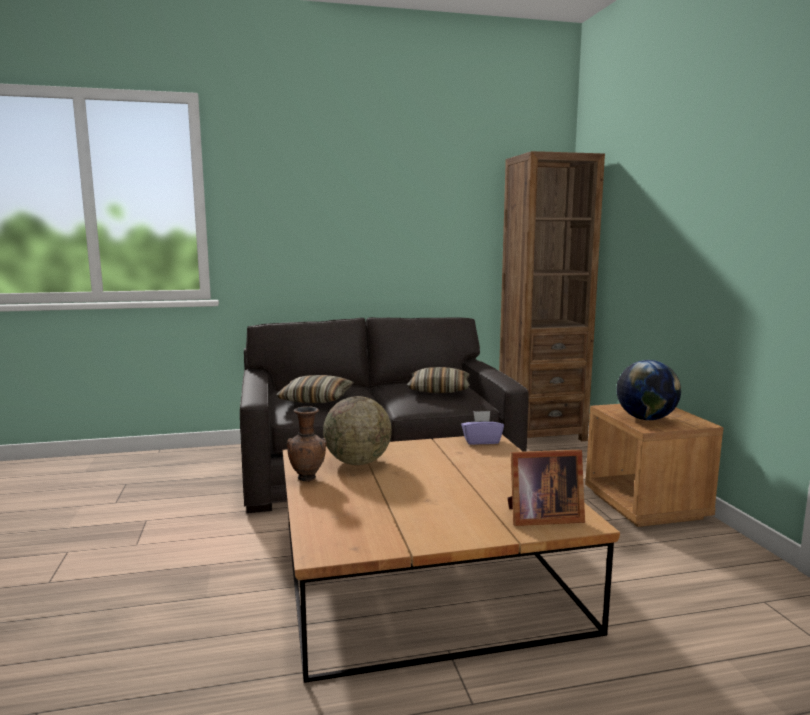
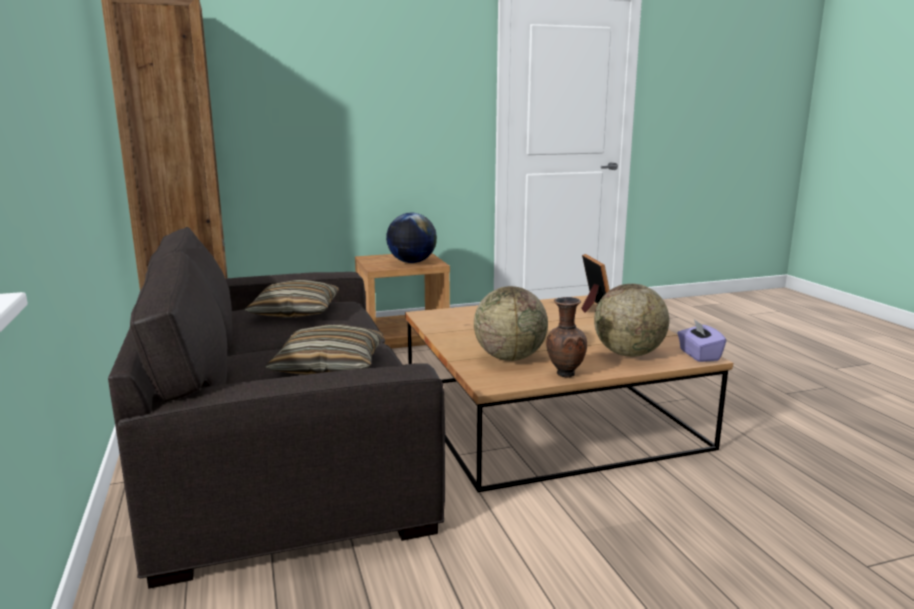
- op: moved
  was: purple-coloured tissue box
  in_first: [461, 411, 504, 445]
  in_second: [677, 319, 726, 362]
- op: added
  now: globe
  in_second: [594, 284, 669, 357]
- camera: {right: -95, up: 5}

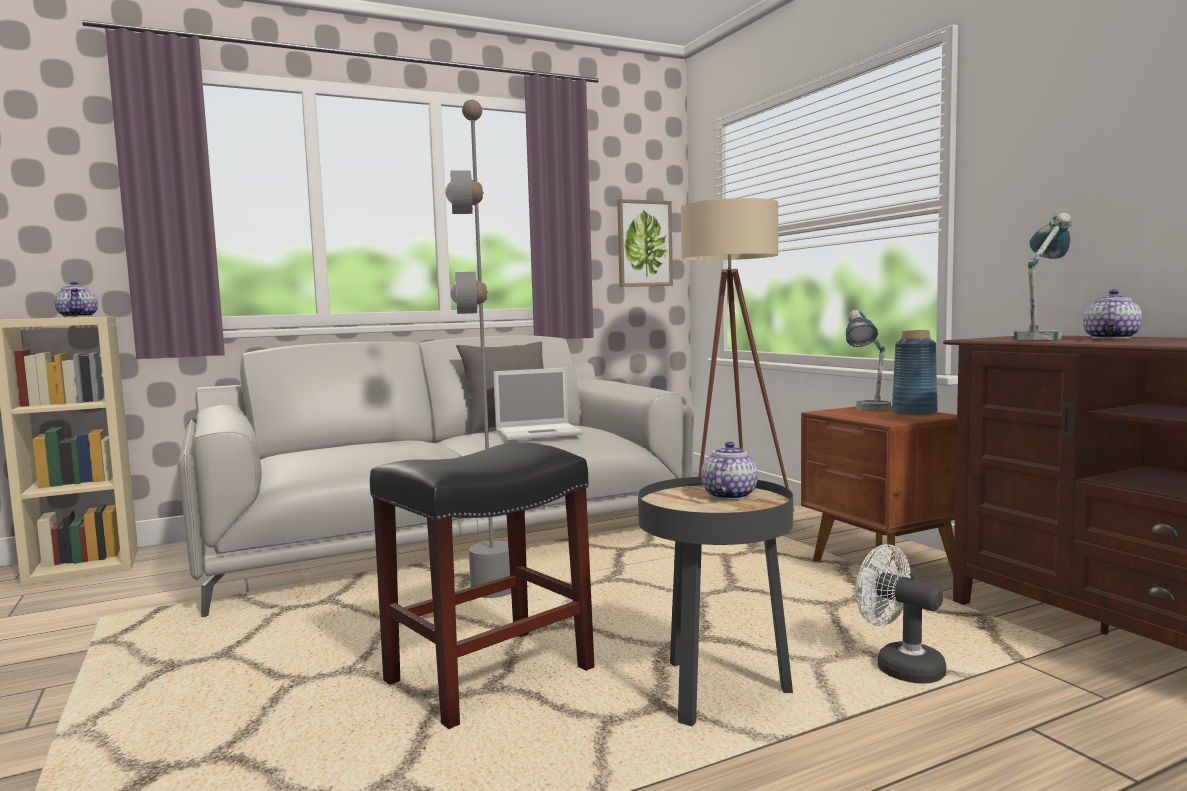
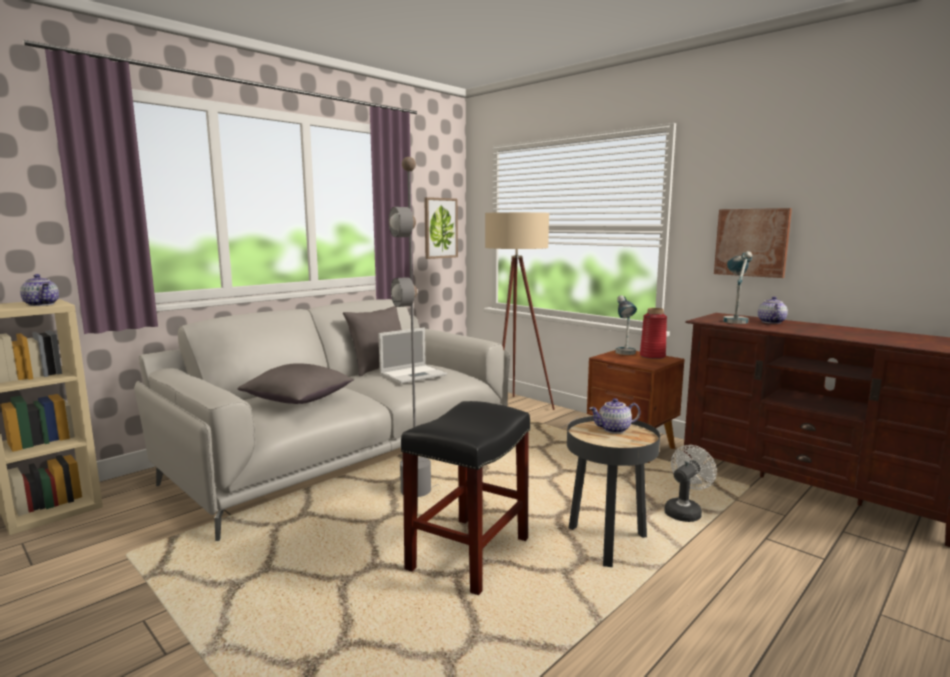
- op: recoloured
  was: blue vase
  now: reddish vase
  in_first: [892, 330, 938, 415]
  in_second: [640, 308, 667, 359]
- op: turned
  was: tea pot
  in_first: [701, 442, 758, 500]
  in_second: [589, 398, 640, 433]
  clockwise: -105
- op: turned
  was: white-coloured cooling fan
  in_first: [856, 544, 946, 684]
  in_second: [664, 445, 717, 522]
  clockwise: 105
- op: added
  now: wall picture
  in_second: [714, 208, 792, 278]
- op: added
  now: grey cushion
  in_second: [237, 363, 354, 404]
- camera: {right: -20, up: 5}

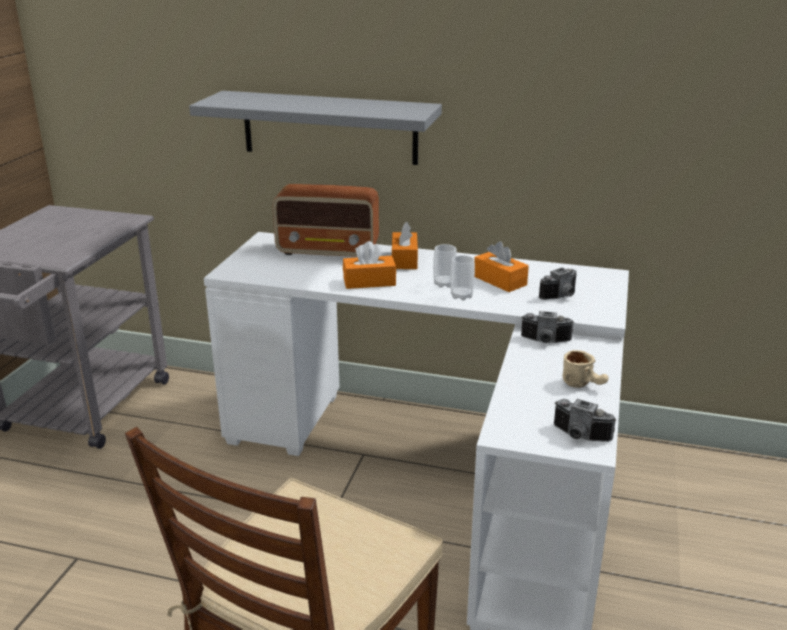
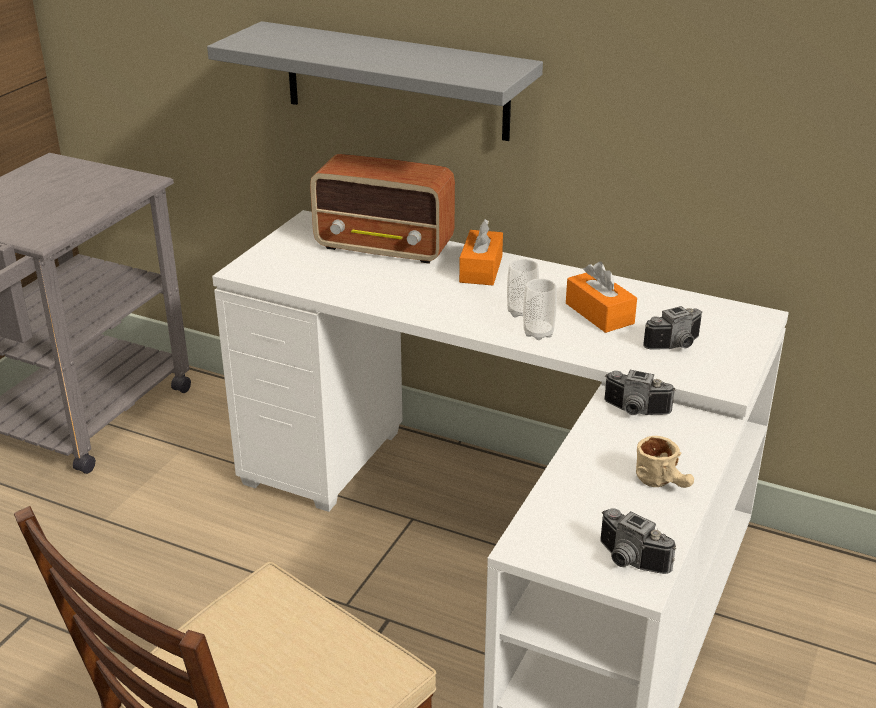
- op: removed
  was: orangey tissue box
  in_first: [343, 241, 396, 289]
- camera: {right: 10, up: 5}

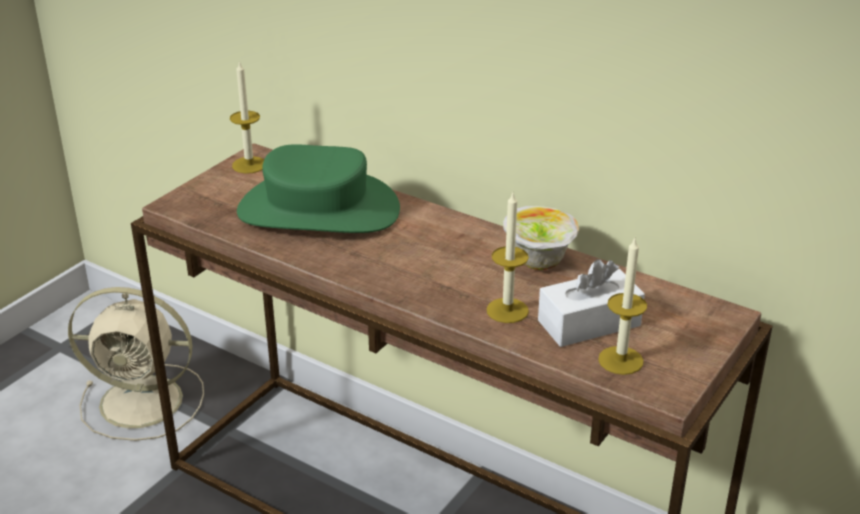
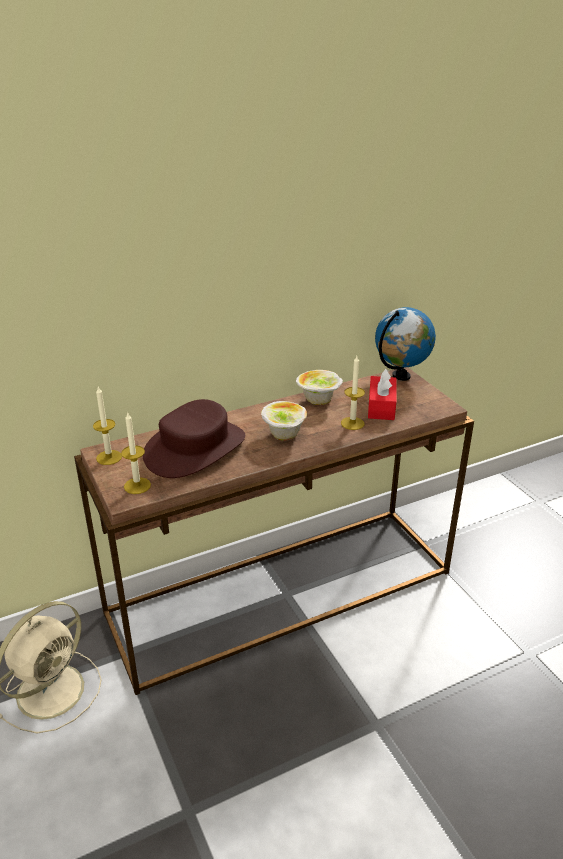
- op: recoloured
  was: green wearable hat
  now: brown-coloured wearable hat
  in_first: [237, 144, 400, 233]
  in_second: [143, 399, 245, 478]
- op: moved
  was: wax light
  in_first: [598, 236, 647, 375]
  in_second: [121, 413, 151, 494]
- op: recoloured
  was: white-coloured tissue box
  now: reddish tissue box
  in_first: [538, 259, 645, 347]
  in_second: [368, 369, 397, 420]
- op: added
  now: globe
  in_second: [375, 307, 436, 381]
- op: added
  now: serving bowl
  in_second: [261, 401, 307, 441]
- camera: {right: -60, up: 0}

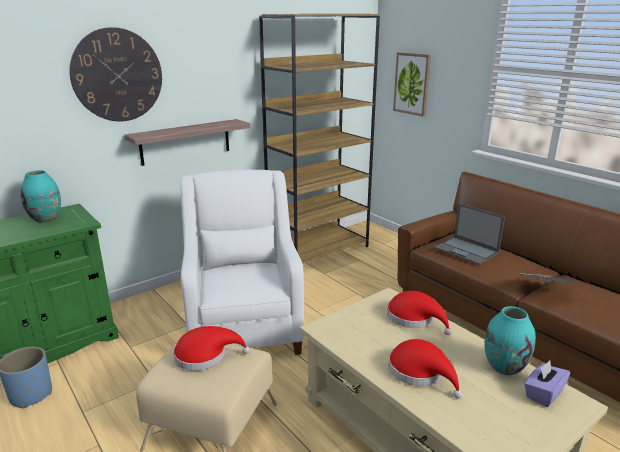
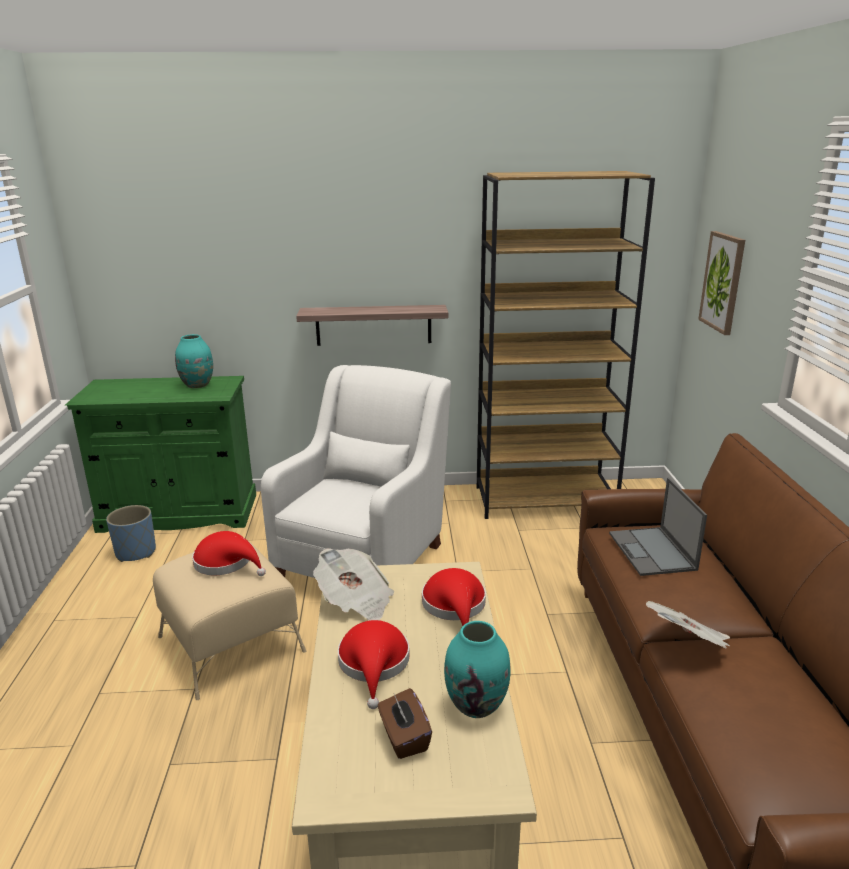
- op: removed
  was: wall clock
  in_first: [69, 27, 162, 122]
- op: removed
  was: purple-coloured tissue box
  in_first: [524, 360, 570, 407]
- op: added
  now: printed paper
  in_second: [313, 548, 394, 620]
- op: added
  now: brown-coloured tissue box
  in_second: [378, 688, 432, 759]
- camera: {right: 35, up: 0}

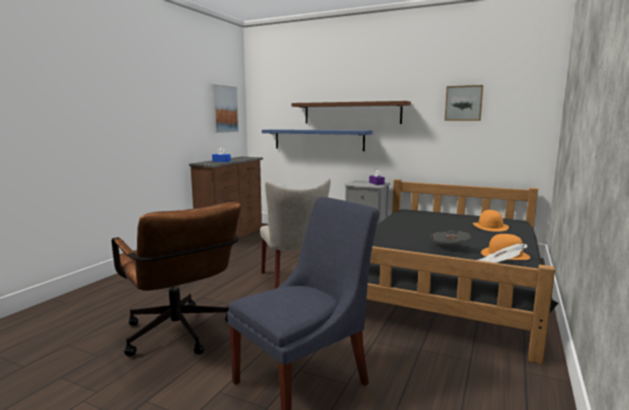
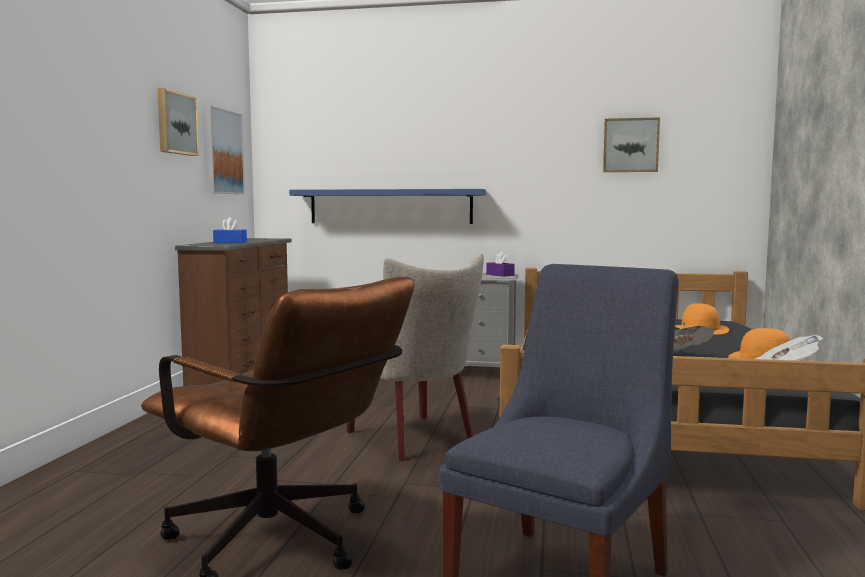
- op: removed
  was: brown-coloured bracket shelf
  in_first: [291, 101, 411, 124]
- op: added
  now: wall picture
  in_second: [157, 88, 199, 156]
- camera: {right: -15, up: -5}

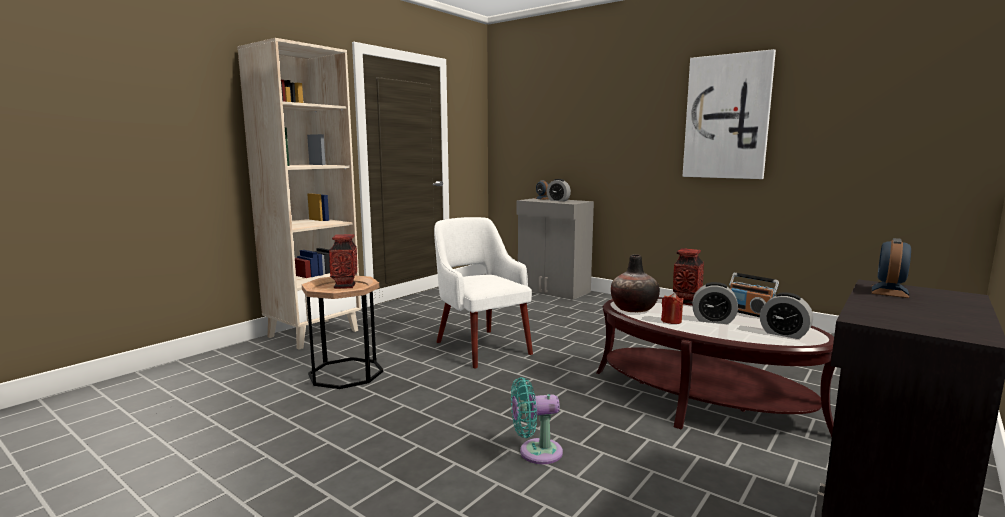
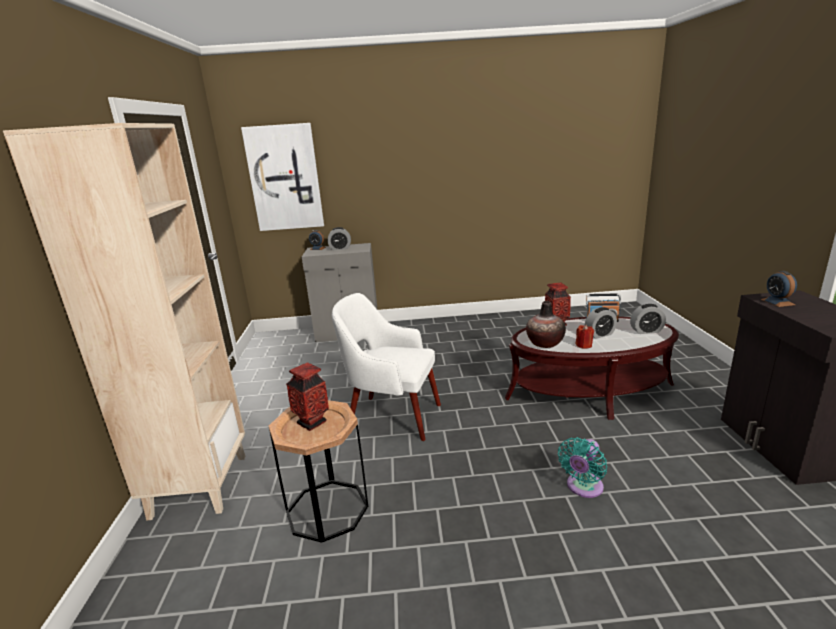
- op: moved
  was: wall picture
  in_first: [682, 49, 776, 179]
  in_second: [241, 123, 324, 231]
- camera: {right: -40, up: 10}

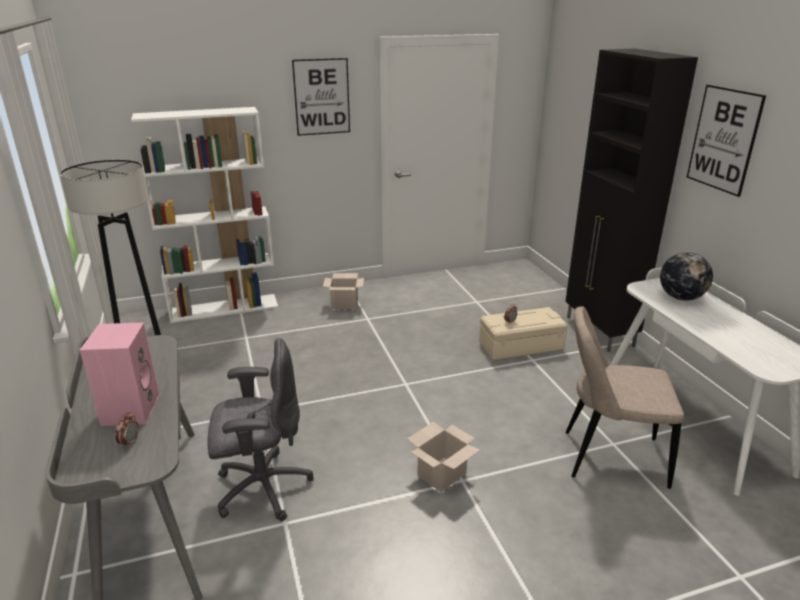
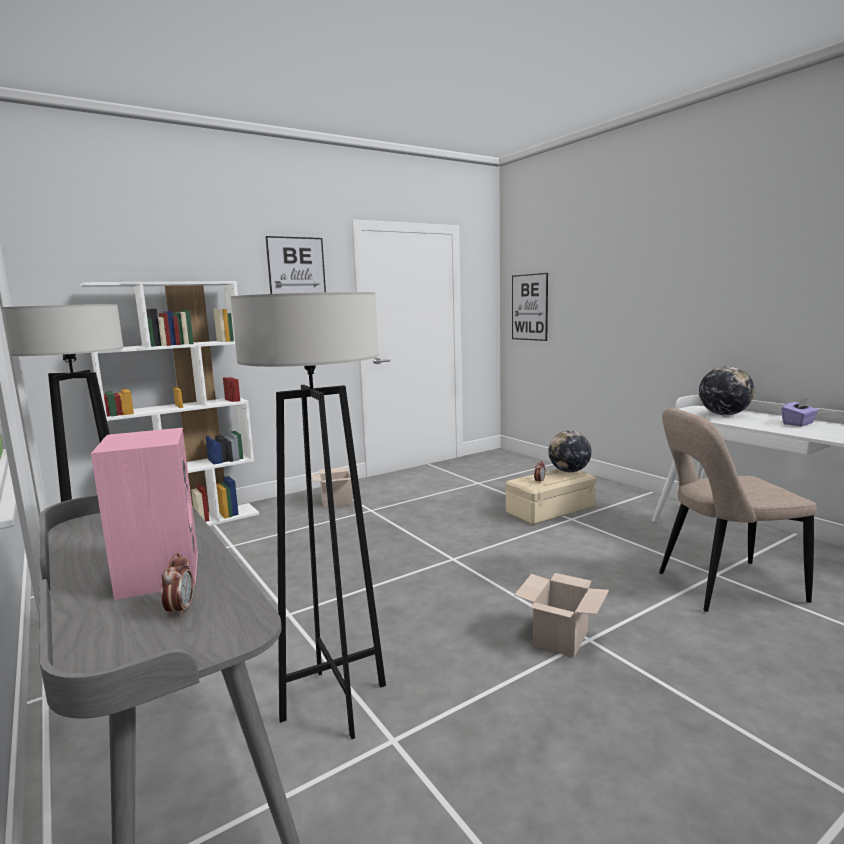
- op: removed
  was: blackish cupboard
  in_first: [565, 48, 698, 352]
- op: moved
  was: wall picture
  in_first: [687, 85, 766, 197]
  in_second: [512, 273, 548, 341]
- op: replaced
  was: grey computer chair
  now: blackish standing lamp
  in_first: [208, 338, 313, 521]
  in_second: [231, 292, 386, 739]
- op: added
  now: purple-coloured tissue box
  in_second: [782, 398, 819, 427]
- op: added
  now: globe
  in_second: [548, 430, 591, 472]
- camera: {right: -15, up: -15}

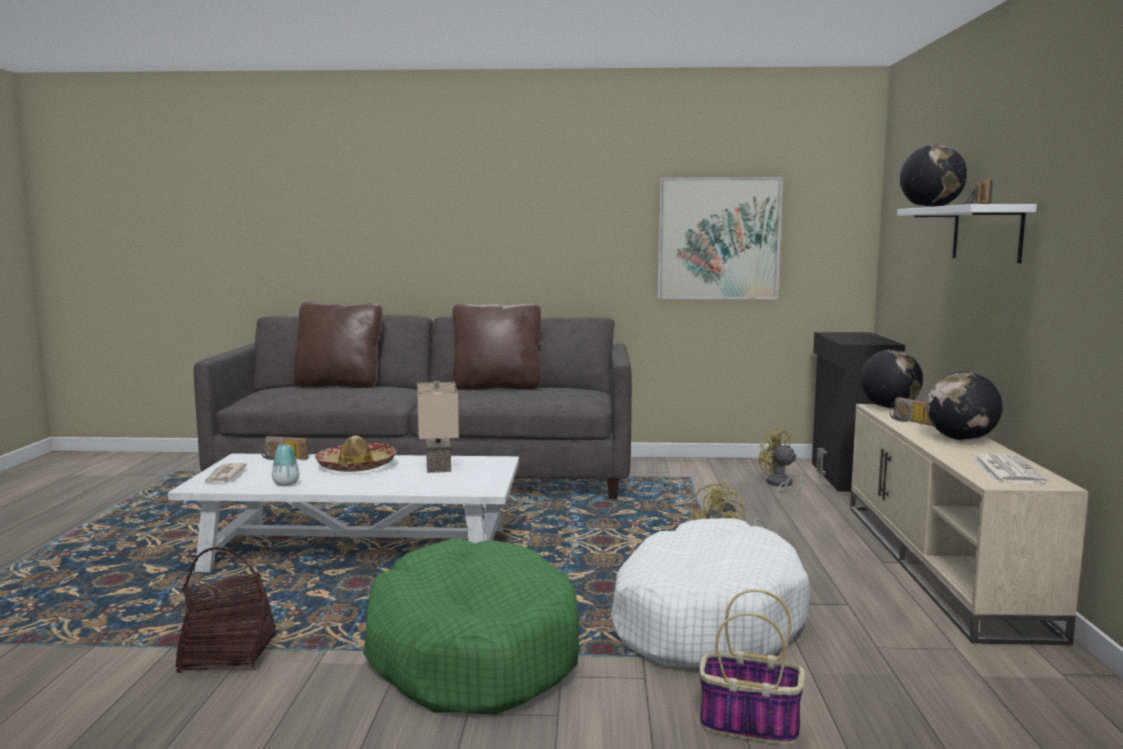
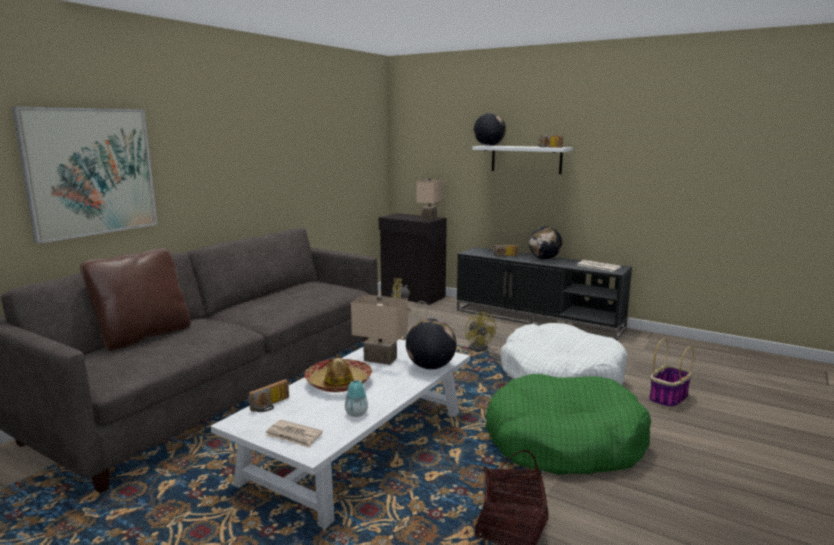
- op: moved
  was: wall picture
  in_first: [657, 177, 783, 299]
  in_second: [12, 107, 158, 244]
- op: removed
  was: brown-coloured cushion
  in_first: [453, 304, 542, 390]
- op: moved
  was: globe
  in_first: [860, 350, 923, 408]
  in_second: [406, 318, 457, 370]
- op: recoloured
  was: beige-coloured tv stand
  now: blackish tv stand
  in_first: [850, 404, 1088, 645]
  in_second: [457, 247, 632, 340]
- op: added
  now: beige-coloured lamp for a table
  in_second: [416, 178, 442, 220]
- camera: {right: -60, up: 5}

